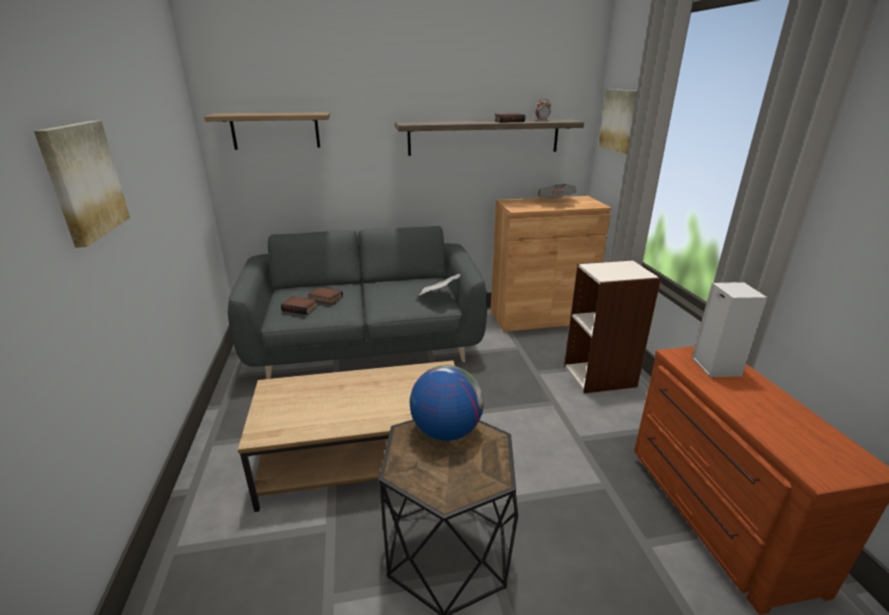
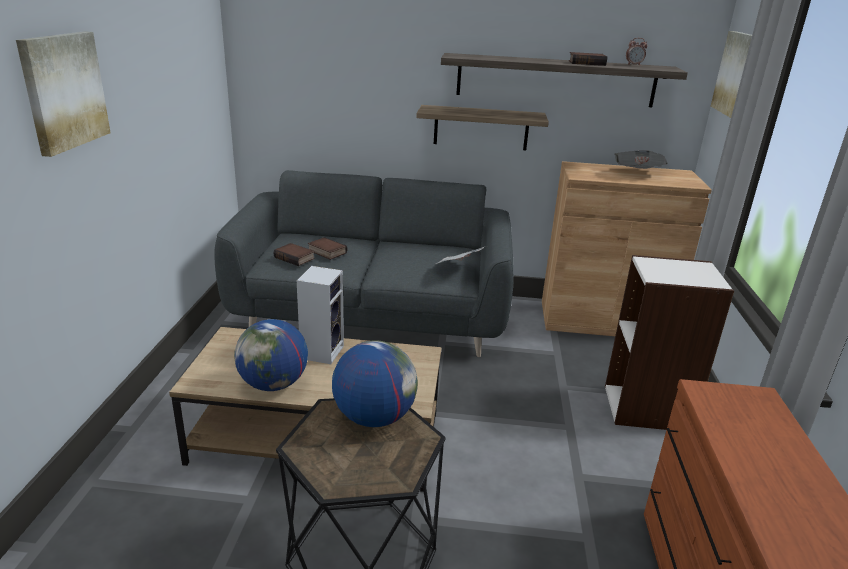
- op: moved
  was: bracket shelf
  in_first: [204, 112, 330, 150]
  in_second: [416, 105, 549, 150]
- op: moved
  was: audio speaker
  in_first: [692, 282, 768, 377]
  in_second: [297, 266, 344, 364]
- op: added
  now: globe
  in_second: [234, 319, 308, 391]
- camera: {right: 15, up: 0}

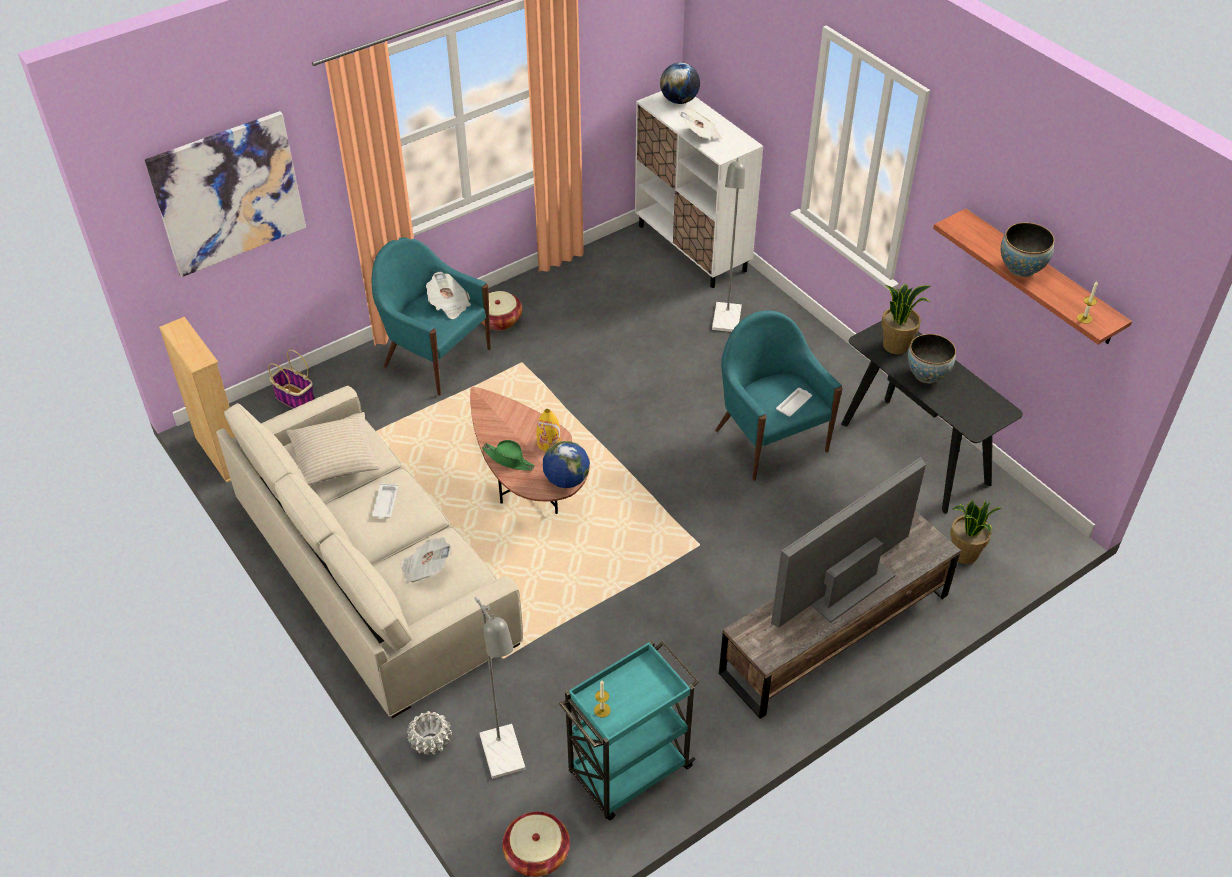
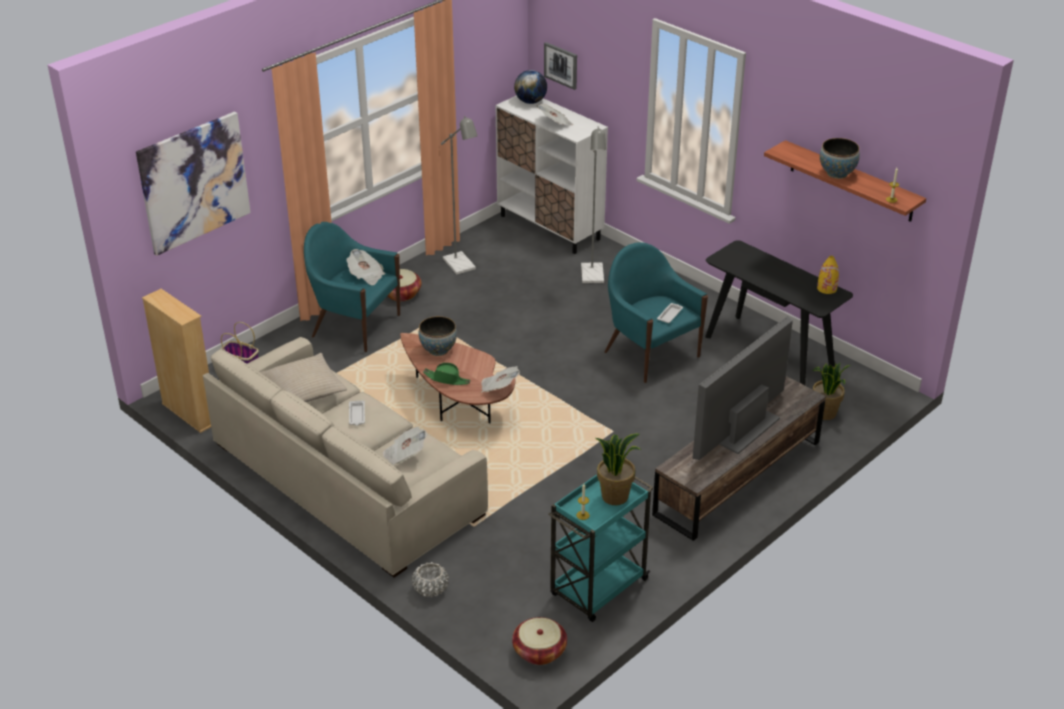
- op: moved
  was: houseplant
  in_first: [881, 284, 931, 355]
  in_second: [595, 434, 641, 505]
- op: moved
  was: serving bowl
  in_first: [907, 334, 956, 383]
  in_second: [419, 316, 457, 356]
- op: moved
  was: yellowish vase
  in_first: [537, 409, 561, 451]
  in_second: [817, 256, 839, 294]
- op: replaced
  was: globe
  now: printed paper
  in_first: [543, 441, 590, 488]
  in_second: [481, 366, 520, 393]
- op: moved
  was: grey standing lamp
  in_first: [474, 596, 525, 779]
  in_second: [441, 116, 478, 275]
- op: added
  now: wall picture
  in_second: [544, 42, 577, 90]
- camera: {right: -10, up: -10}

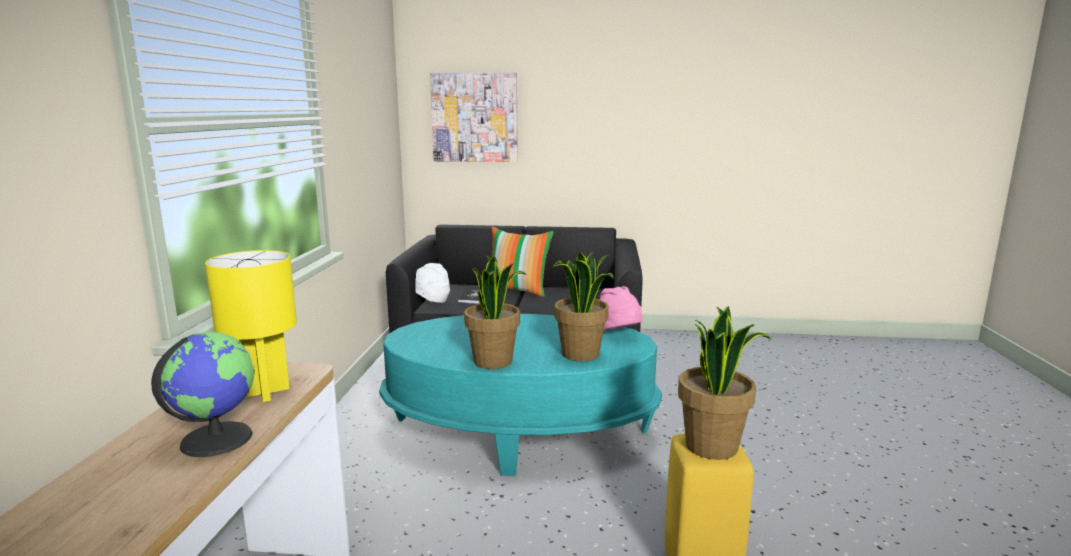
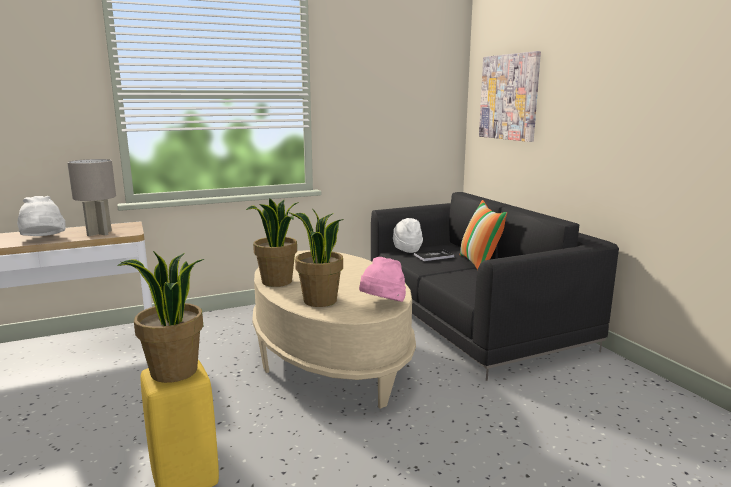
- op: recoloured
  was: yellowish lamp for a table
  now: grey lamp for a table
  in_first: [205, 250, 297, 402]
  in_second: [67, 159, 116, 236]
- op: recoloured
  was: blue-green low table
  now: beige-coloured low table
  in_first: [379, 314, 662, 476]
  in_second: [252, 250, 416, 409]
- op: replaced
  was: globe
  now: white-coloured wearable hat
  in_first: [151, 332, 255, 457]
  in_second: [17, 196, 66, 236]
- camera: {right: 60, up: 0}

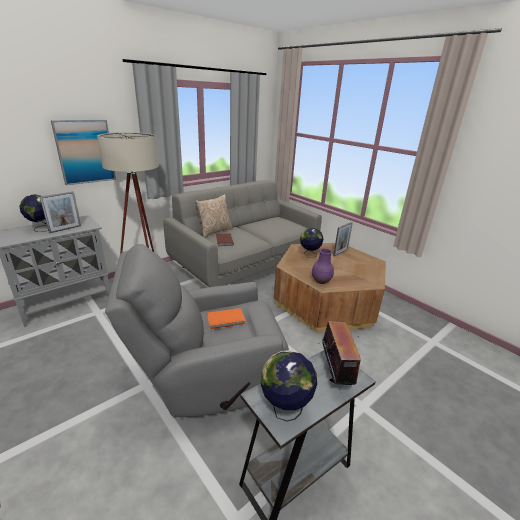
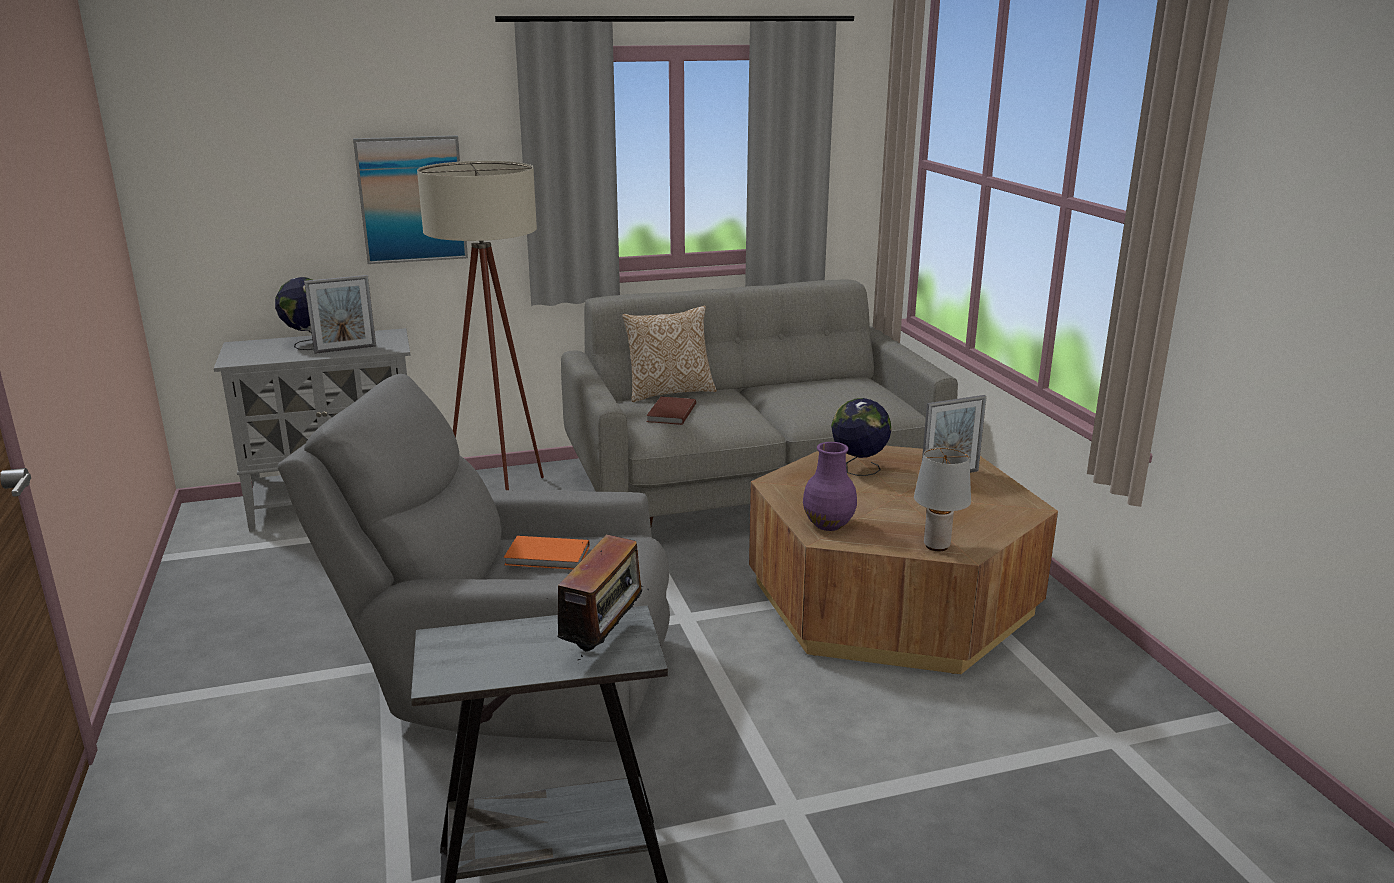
- op: removed
  was: globe
  in_first: [261, 350, 317, 422]
- op: added
  now: grey lamp for a table
  in_second: [914, 447, 971, 551]
- camera: {right: 25, up: -5}

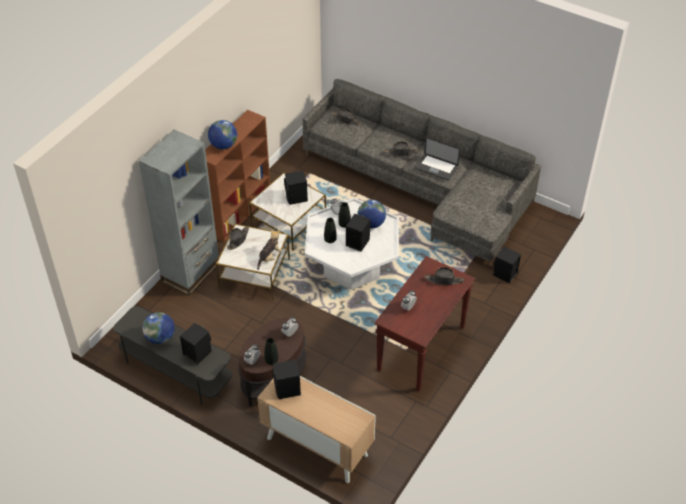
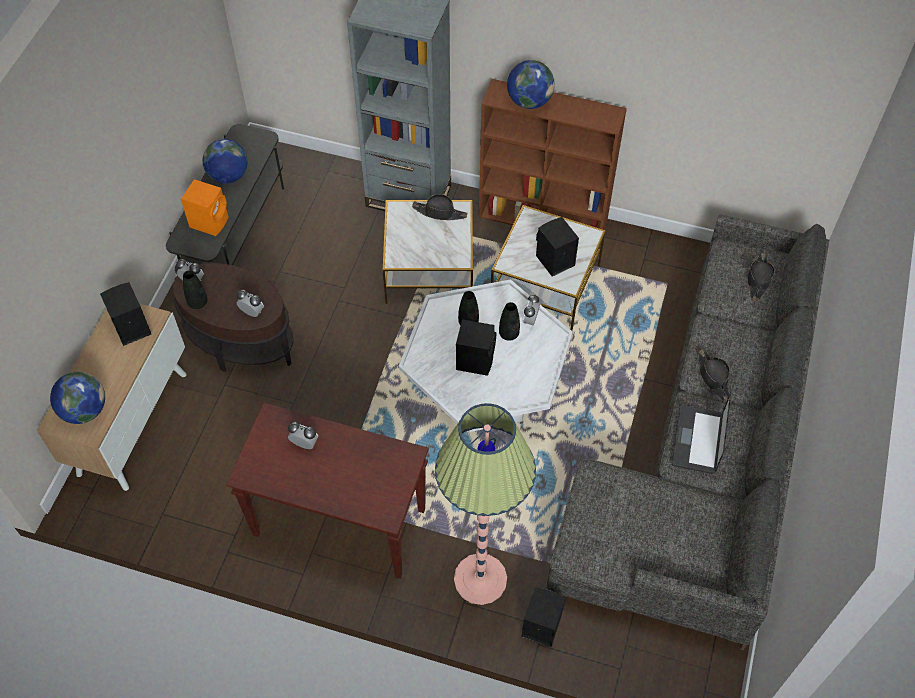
- op: moved
  was: globe
  in_first: [358, 200, 386, 228]
  in_second: [50, 372, 105, 424]
- op: removed
  was: soft toy
  in_first: [257, 229, 283, 270]
- op: removed
  was: blackish wearable hat
  in_first: [425, 267, 464, 285]
- op: recoloured
  was: blackish audio speaker
  now: orangey audio speaker
  in_first: [180, 323, 212, 365]
  in_second: [181, 179, 229, 236]
- op: added
  now: standing lamp
  in_second: [435, 403, 536, 605]
- camera: {right: 75, up: 10}

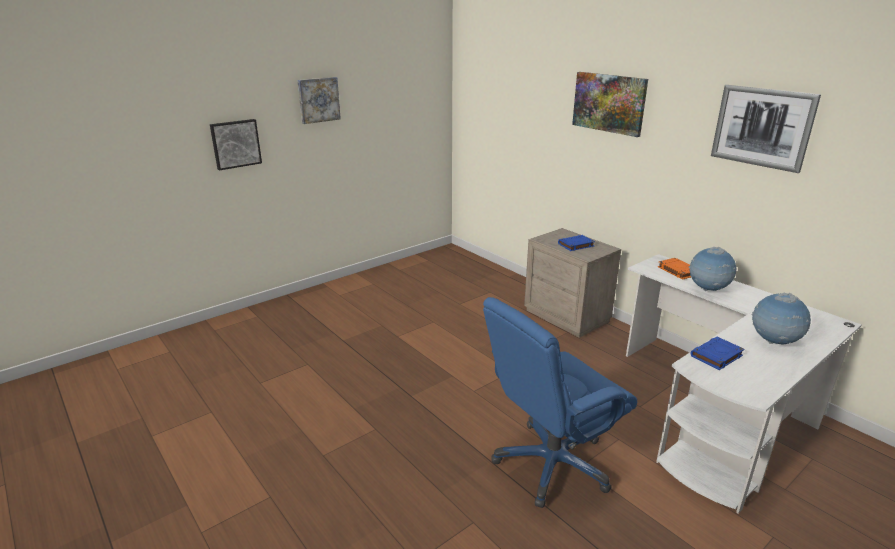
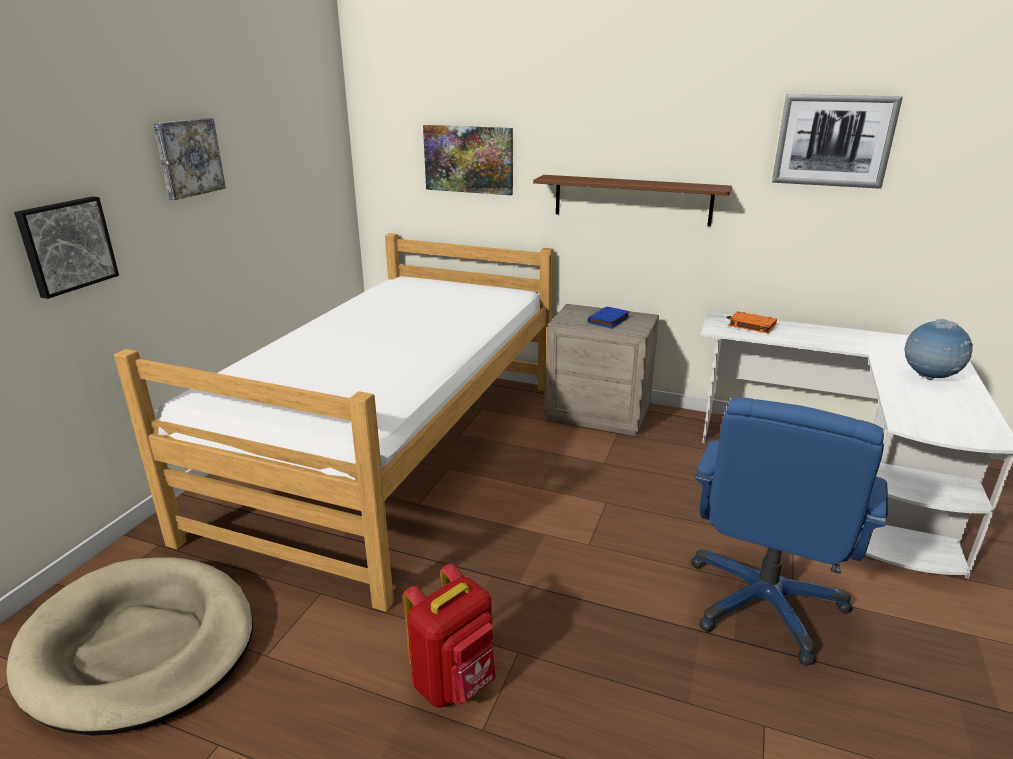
- op: moved
  was: wall picture
  in_first: [572, 72, 648, 137]
  in_second: [423, 125, 513, 195]
- op: removed
  was: globe
  in_first: [689, 247, 737, 291]
- op: removed
  was: blue bound book
  in_first: [691, 337, 745, 370]
- op: added
  now: brown-coloured bracket shelf
  in_second: [533, 175, 732, 226]
- op: added
  now: sleeping bed
  in_second: [114, 233, 554, 612]
- op: added
  now: beige-coloured pet bed
  in_second: [6, 557, 253, 736]
- op: added
  now: reddish rucksack
  in_second: [403, 563, 496, 708]
- camera: {right: -30, up: 0}

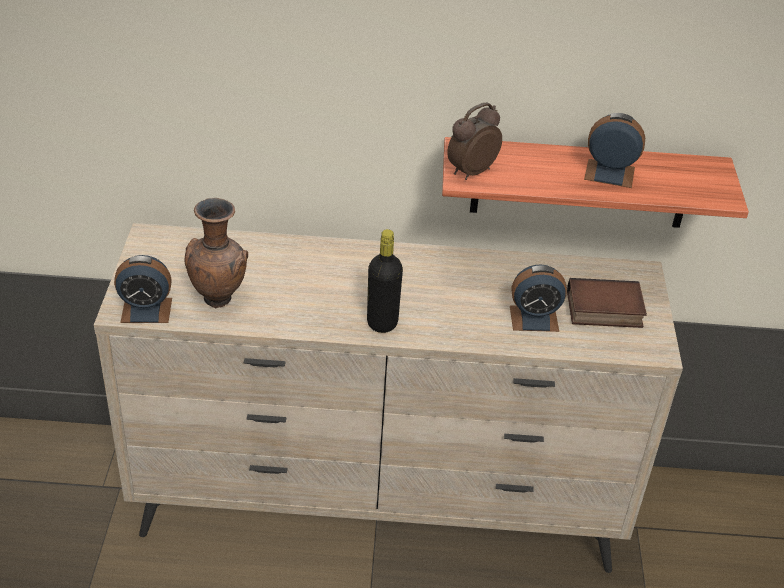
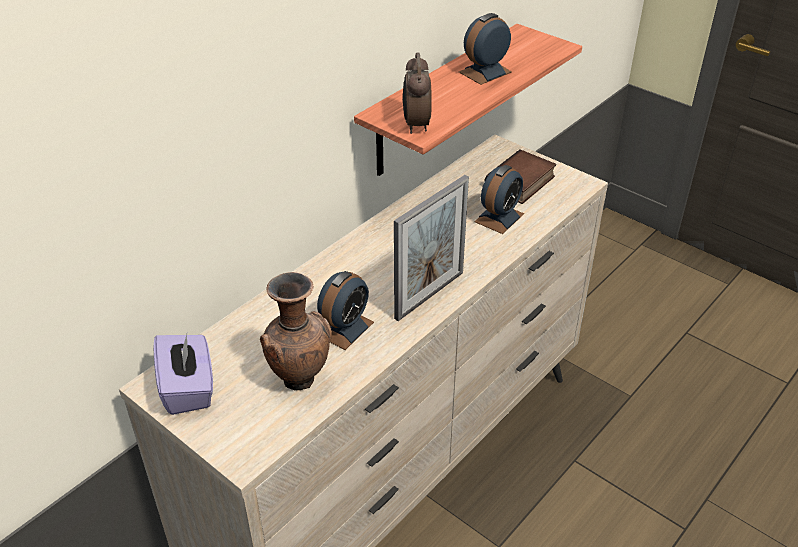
- op: replaced
  was: blackish bottle
  now: picture frame
  in_first: [367, 229, 403, 333]
  in_second: [394, 175, 469, 321]
- op: moved
  was: table clock
  in_first: [114, 255, 172, 323]
  in_second: [317, 271, 374, 350]
- op: added
  now: purple-coloured tissue box
  in_second: [154, 331, 213, 415]
- camera: {right: -50, up: 0}

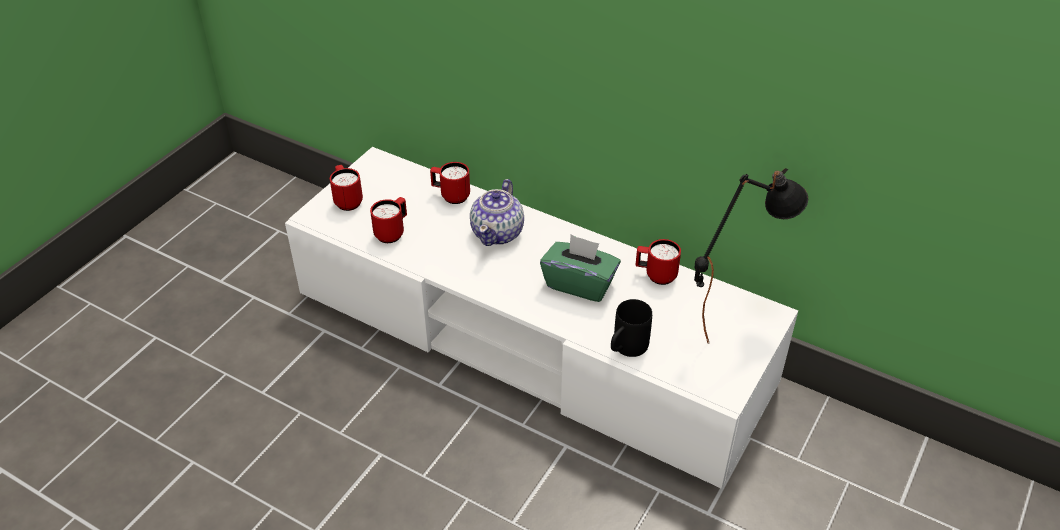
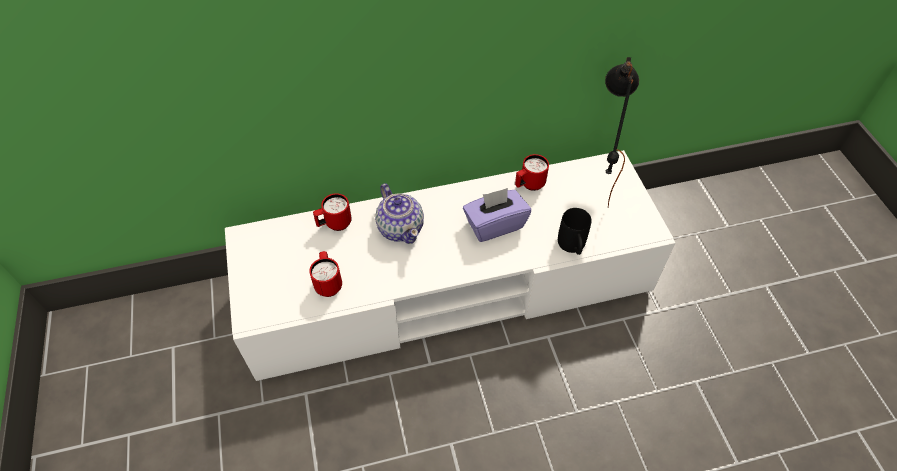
- op: removed
  was: reddish mug
  in_first: [330, 165, 363, 211]
- op: recoloured
  was: green tissue box
  now: purple-coloured tissue box
  in_first: [540, 234, 621, 302]
  in_second: [463, 188, 531, 242]
- camera: {right: -45, up: 10}

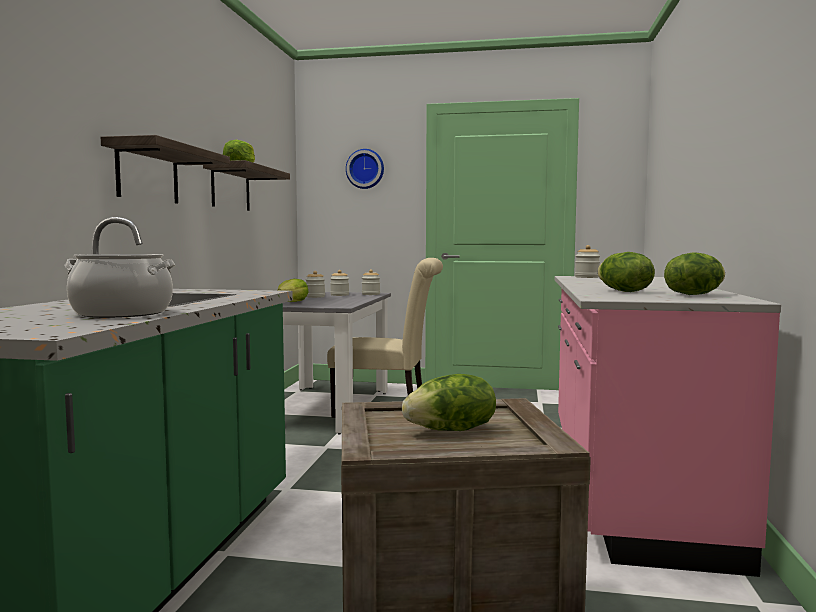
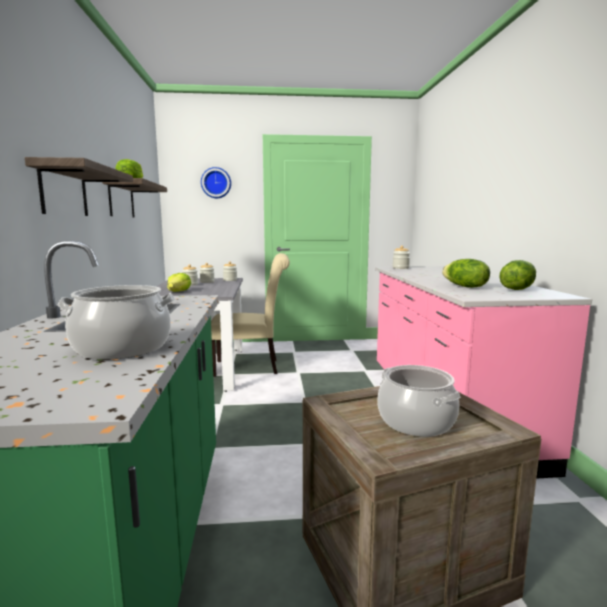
- op: replaced
  was: lettuce
  now: saucepot
  in_first: [402, 374, 496, 431]
  in_second: [377, 365, 461, 436]
- camera: {right: -15, up: 5}

